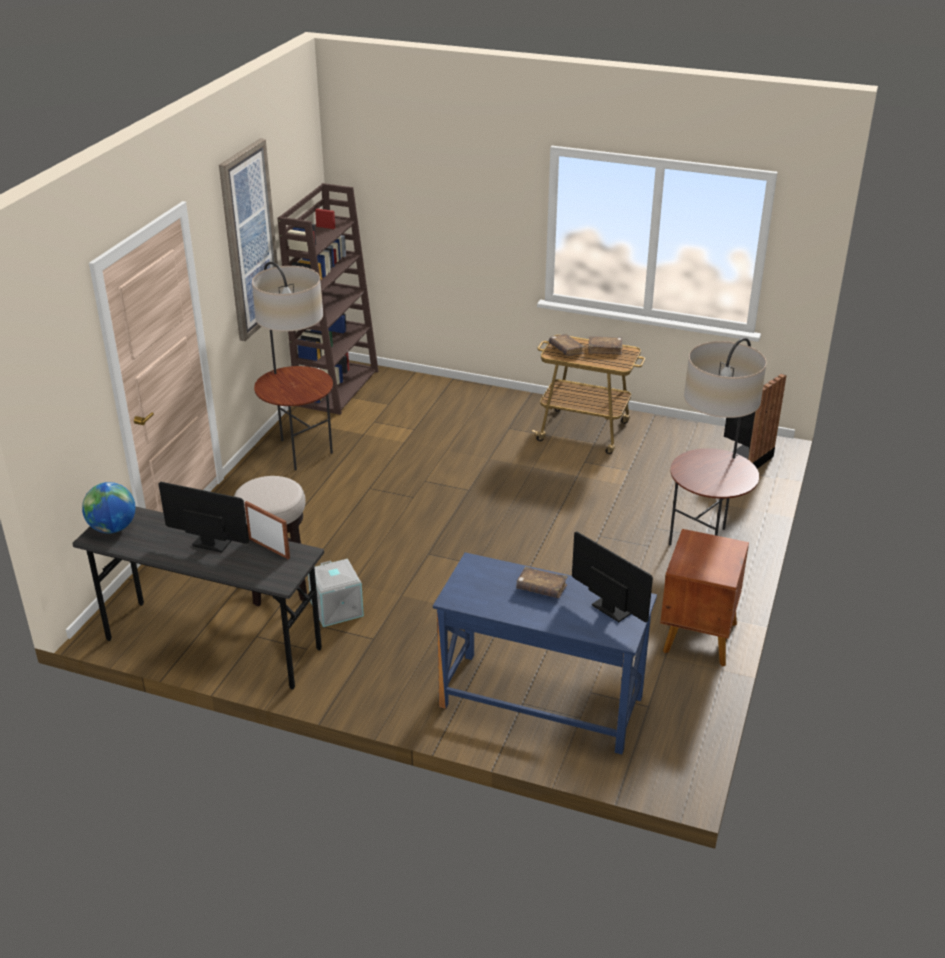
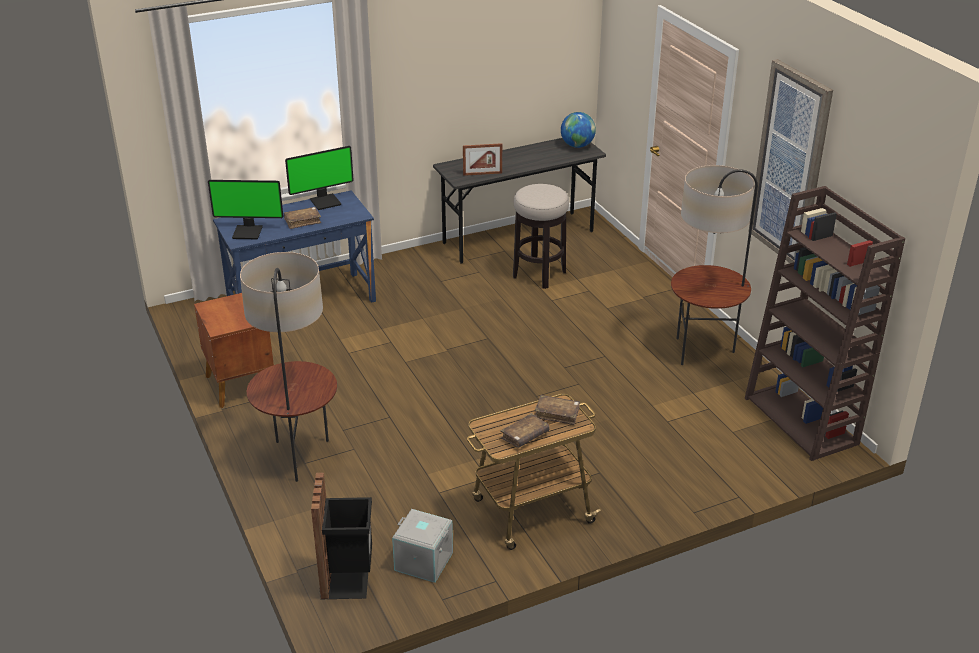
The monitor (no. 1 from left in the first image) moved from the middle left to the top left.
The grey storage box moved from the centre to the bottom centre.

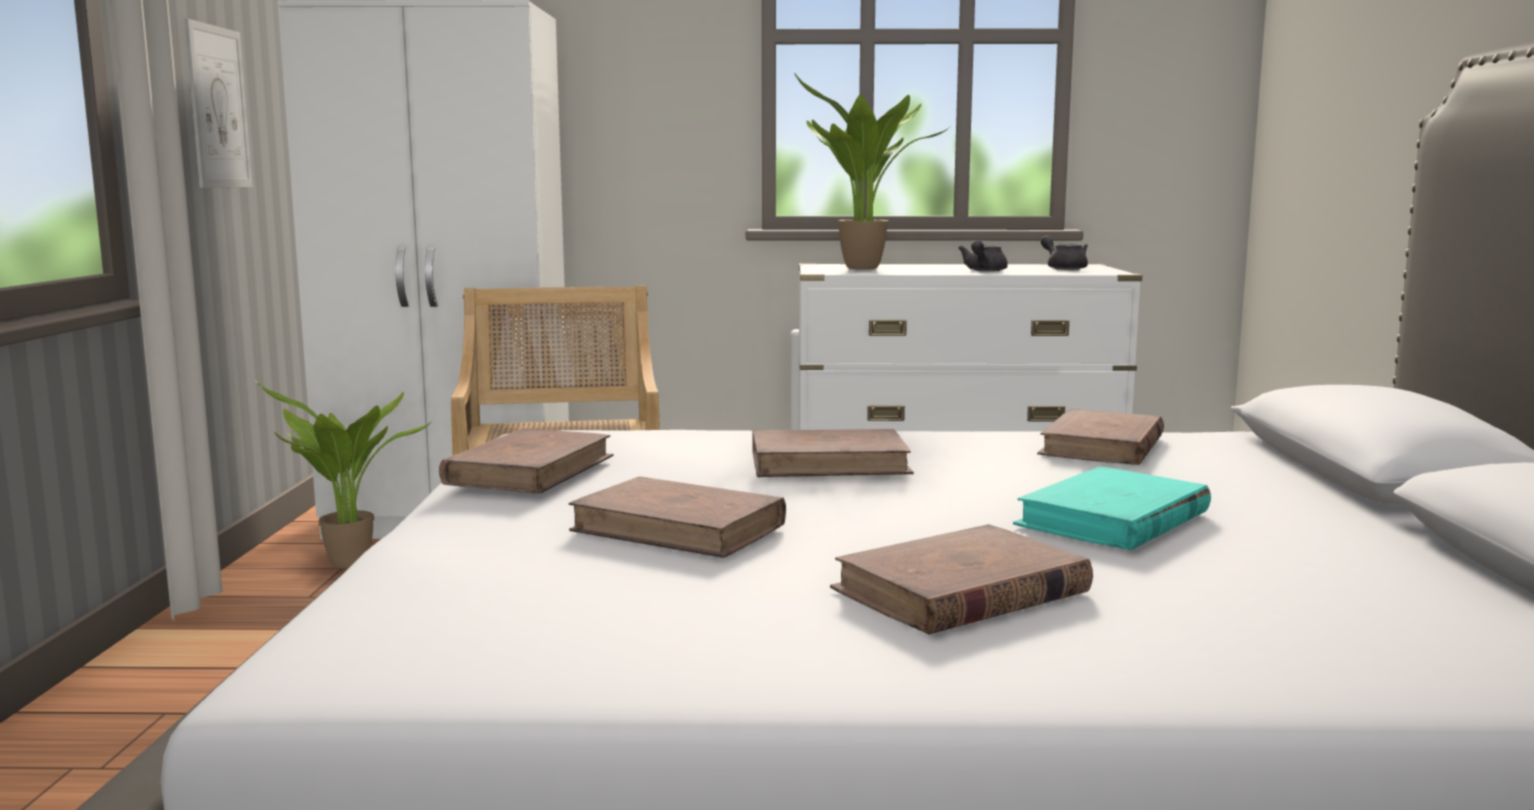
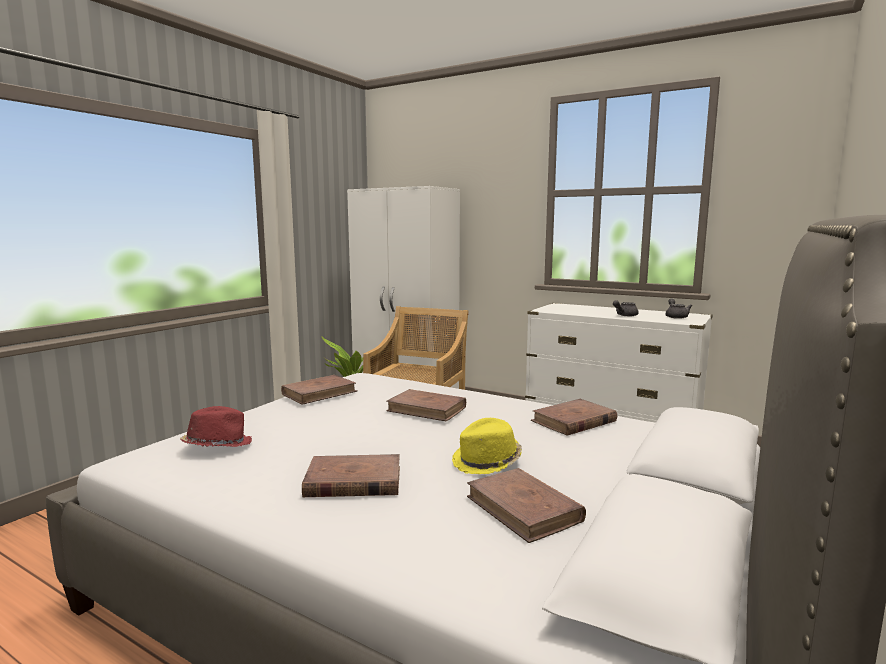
The picture at the top left disappeared.
The potted plant (no. 2 from left) at the top centre disappeared.
The red hat at the middle left appeared.
The brown book (no. 2 from left in the first image) moved from the centre to the bottom centre.
The turquoise book at the middle right was replaced by the yellow hat at the bottom centre.

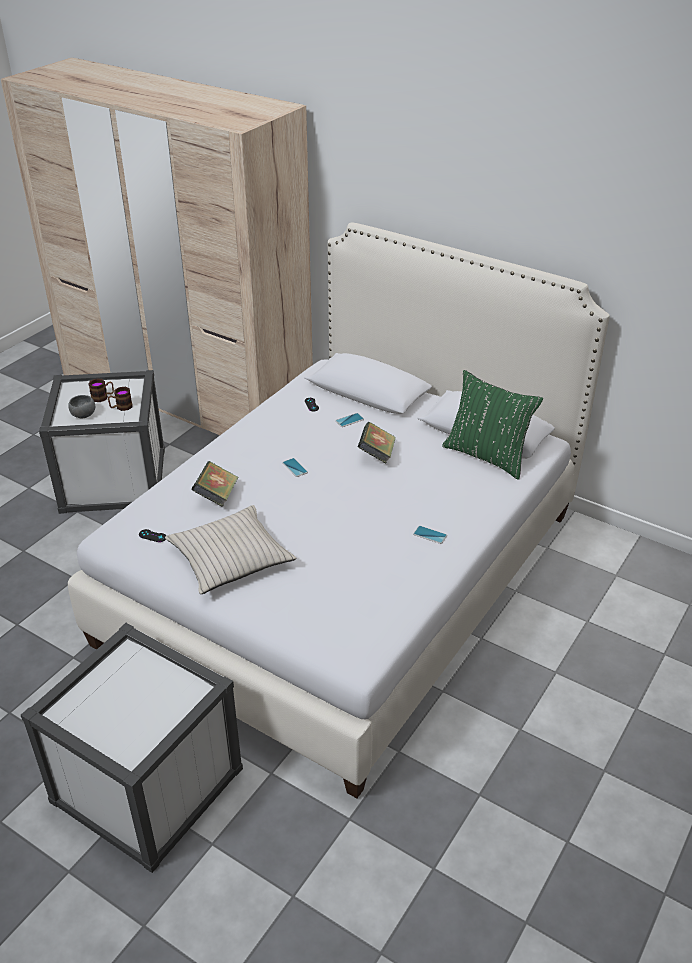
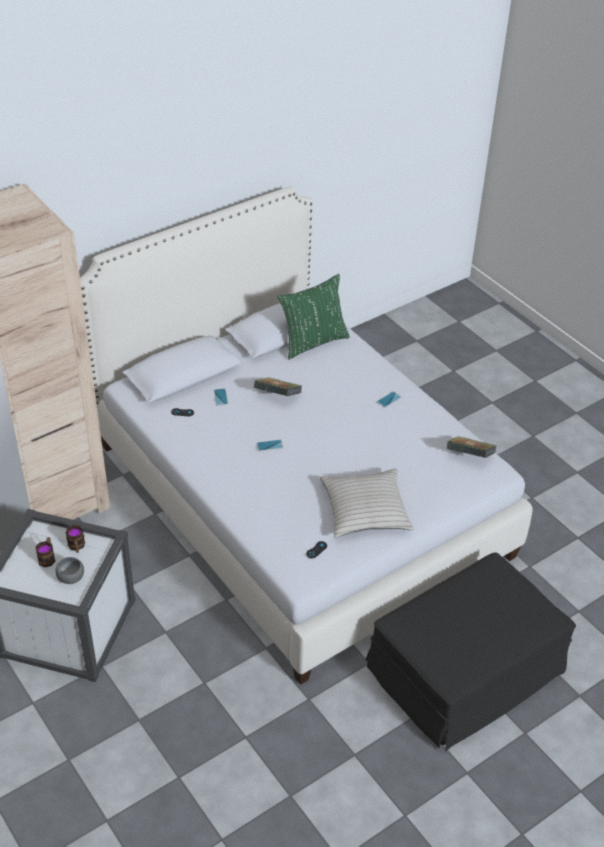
The book (no. 1 from left in the first image) moved from the middle left to the middle right.
The white storage box (no. 2 from left) at the bottom left was replaced by the black ottoman at the bottom right.

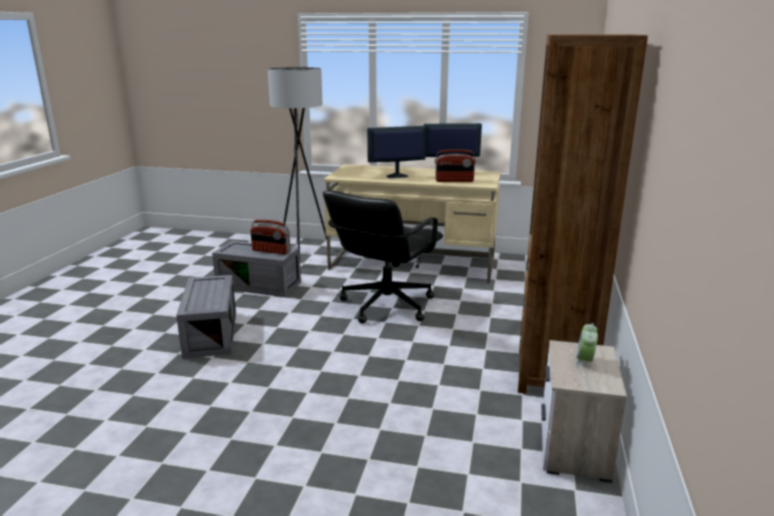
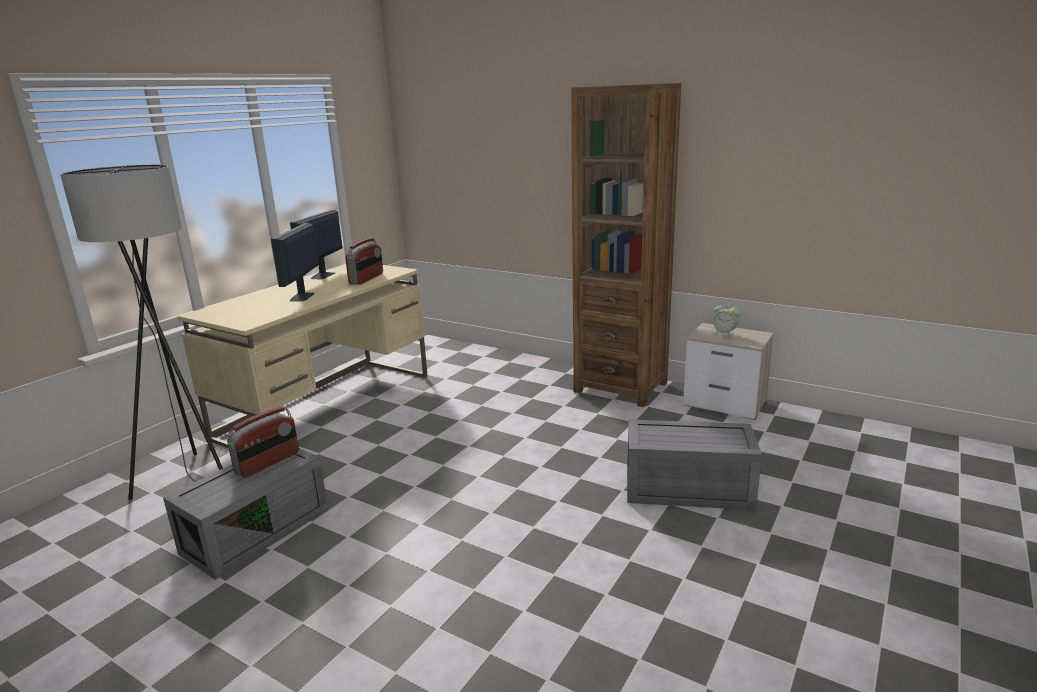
The black office chair at the centre disappeared.
The grey storage box (no. 1 from left in the first image) moved from the middle left to the bottom right.

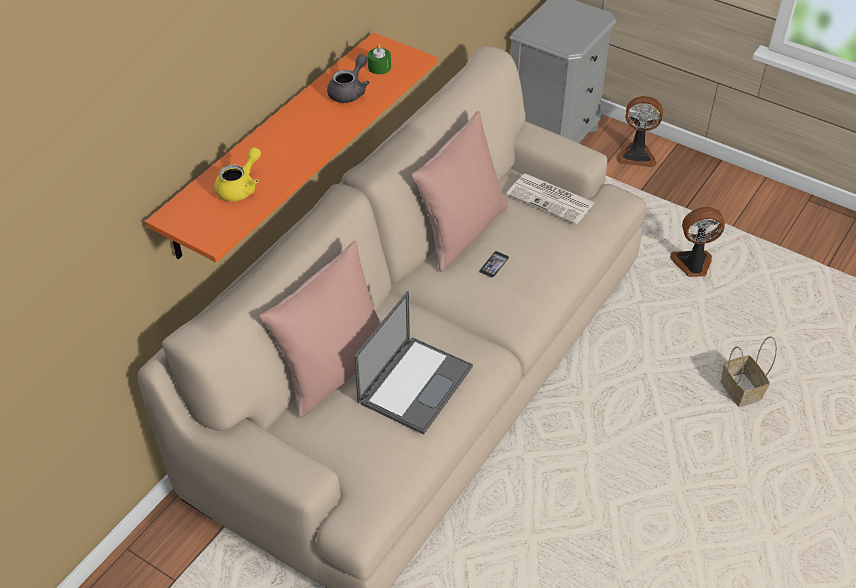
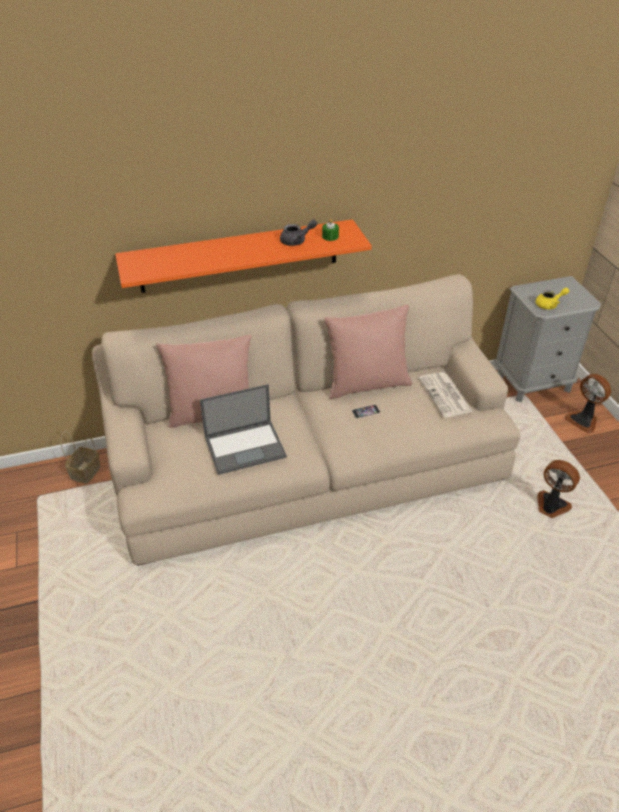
The yellow teapot moved from the top left to the middle right.
The basket moved from the middle right to the middle left.

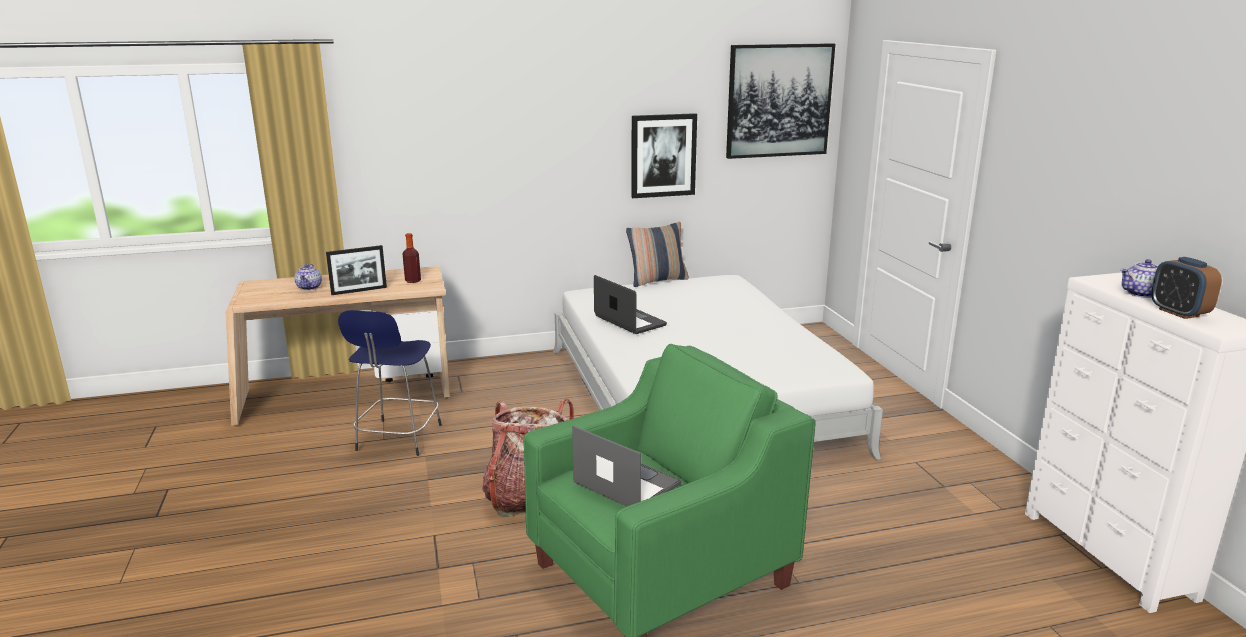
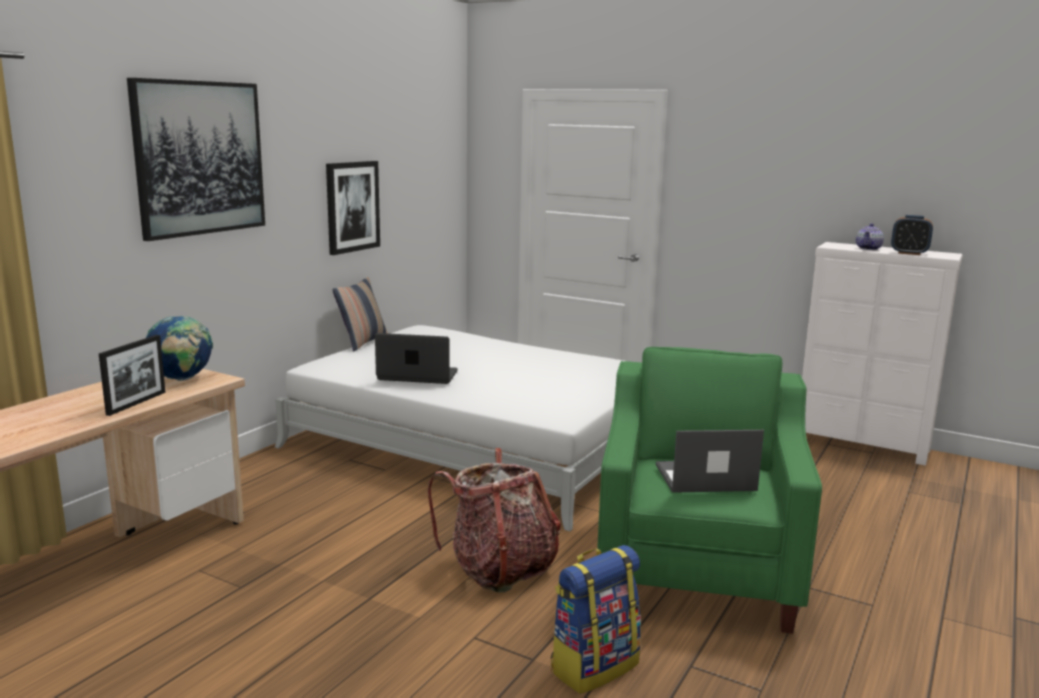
The teapot (no. 1 from left) at the middle left disappeared.
The blue stool at the middle left disappeared.
The backpack (no. 2 from left) at the bottom centre appeared.
The picture (no. 2 from left in the first image) moved from the top centre to the top left.
The bottle at the middle left was replaced by the globe at the middle left.

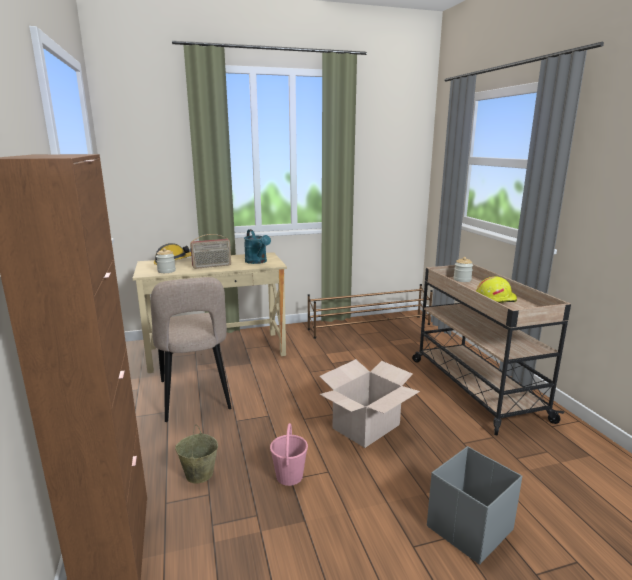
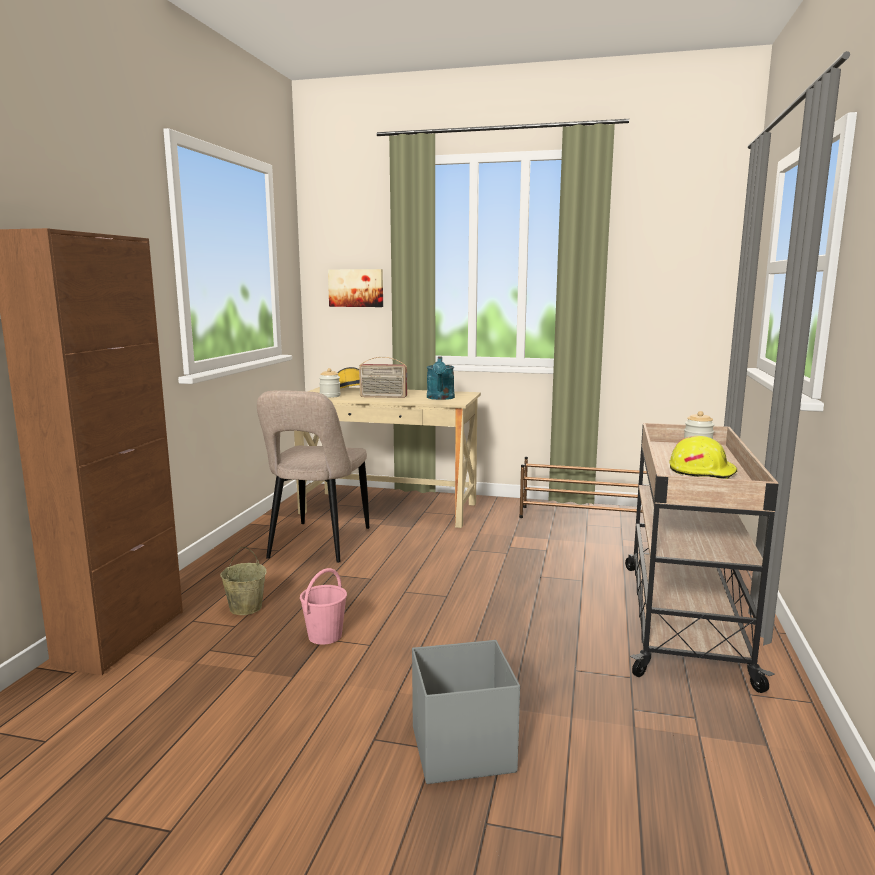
The cardboard box at the bottom centre disappeared.
The picture at the top centre appeared.

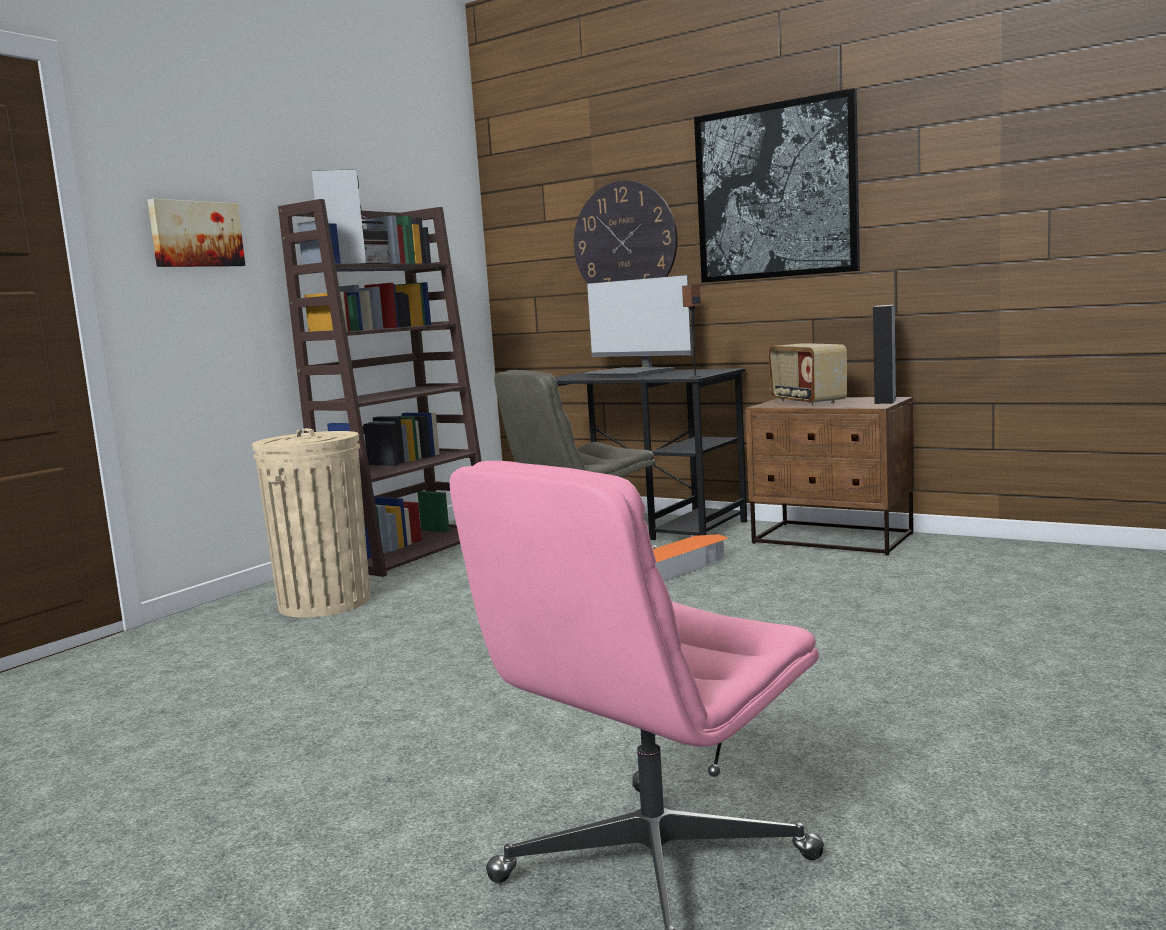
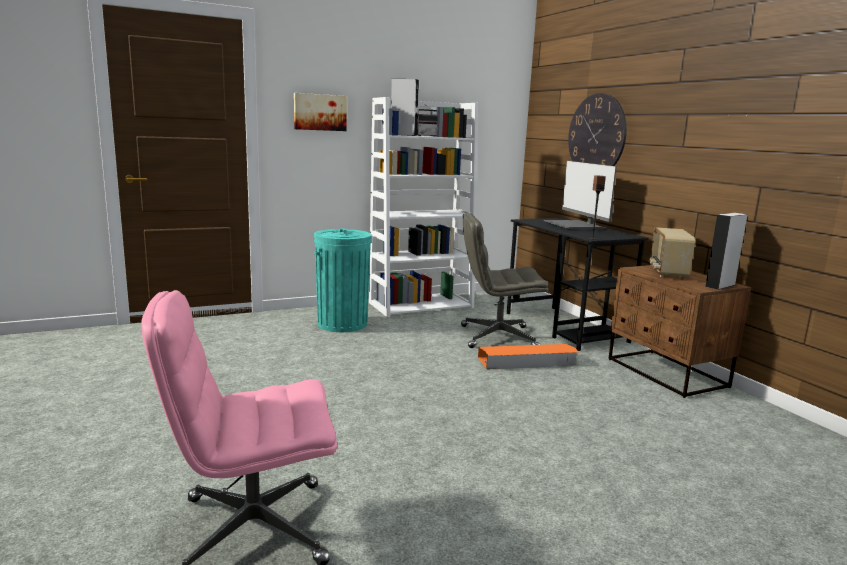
The picture (no. 2 from left) at the top centre disappeared.
The beige trash can at the middle left became the turquoise trash can at the centre.
The brown bookcase at the middle left became the white bookcase at the centre.

